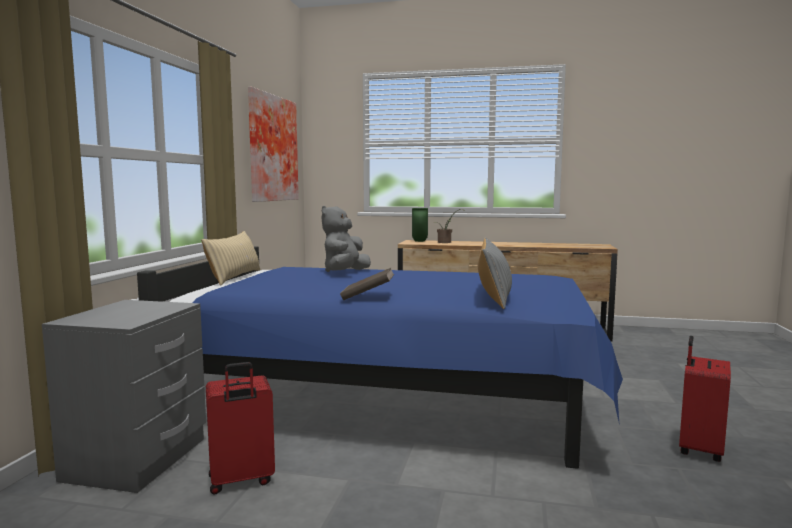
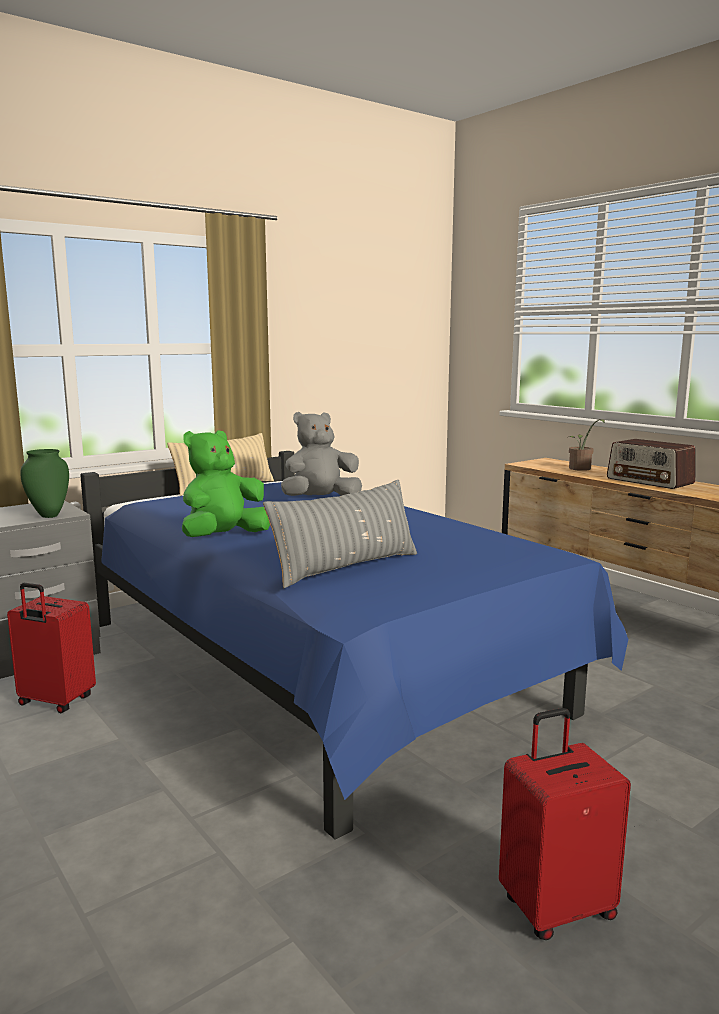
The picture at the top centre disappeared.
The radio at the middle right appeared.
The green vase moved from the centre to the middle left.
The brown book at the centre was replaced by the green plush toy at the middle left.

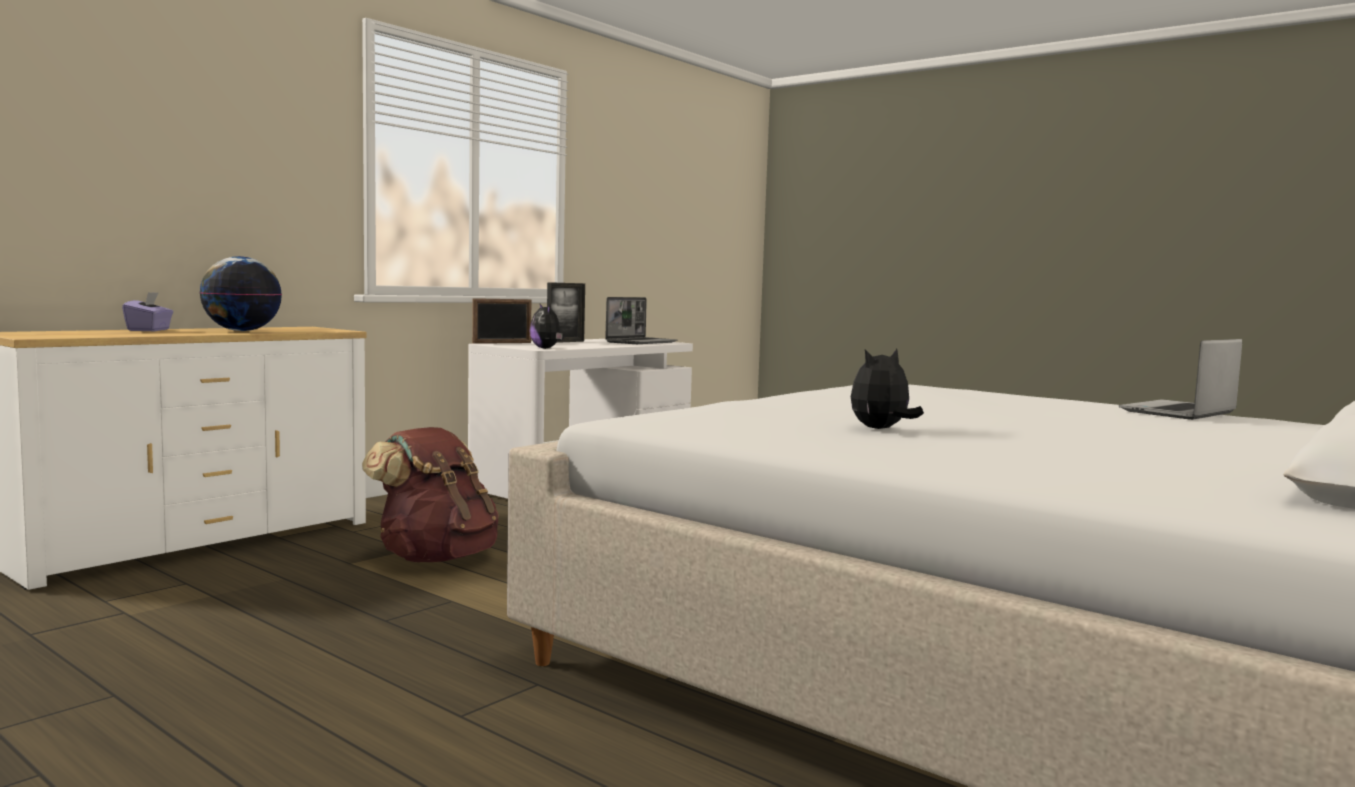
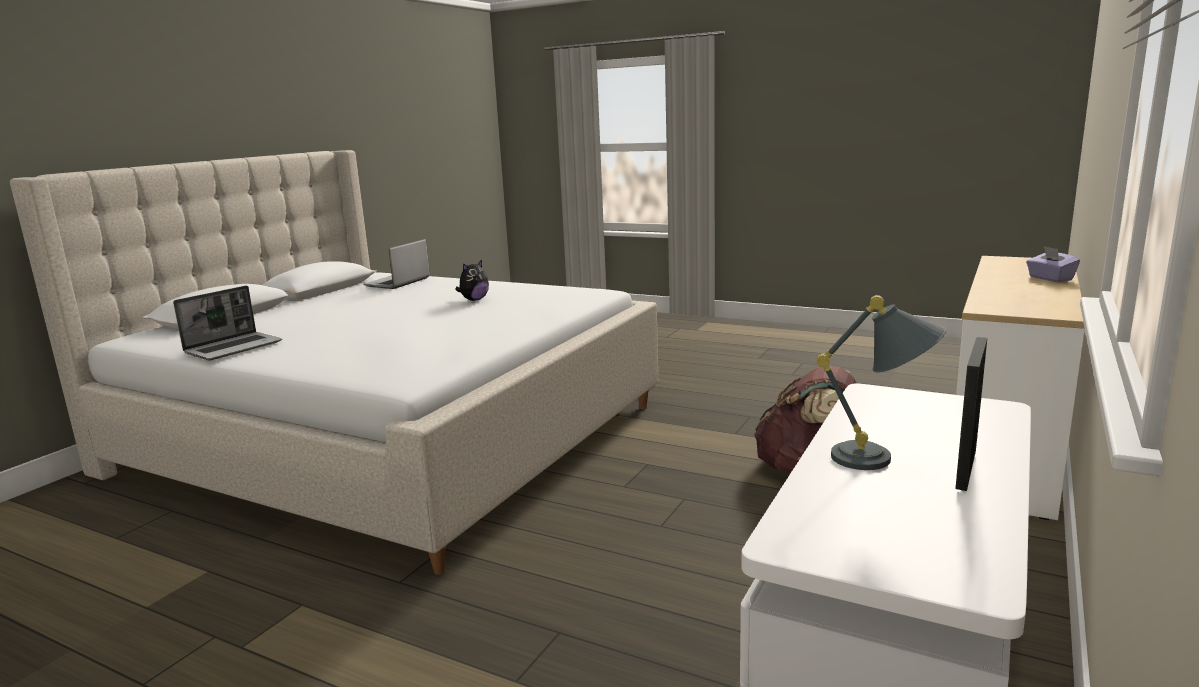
The globe at the middle left disappeared.
The picture frame (no. 1 from left) at the centre disappeared.
The plush toy (no. 1 from left) at the centre disappeared.
The grey table lamp at the middle right appeared.
The laptop (no. 1 from left in the first image) moved from the centre to the middle left.

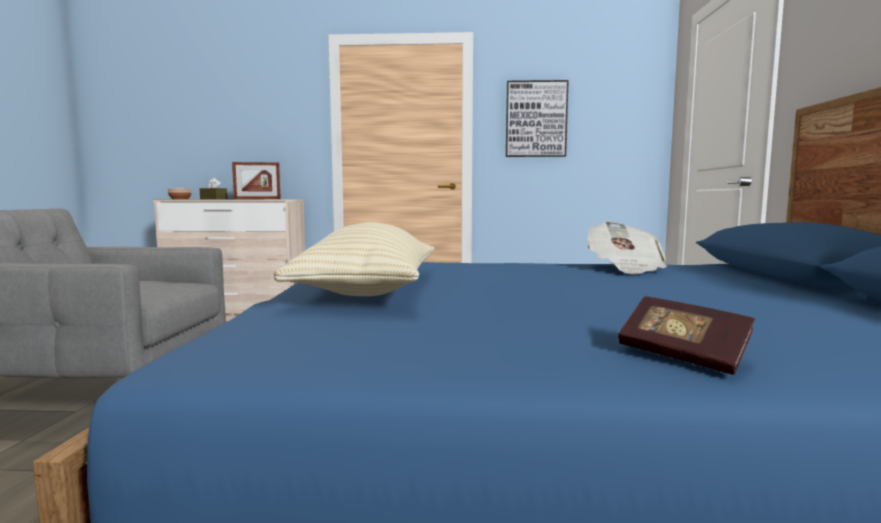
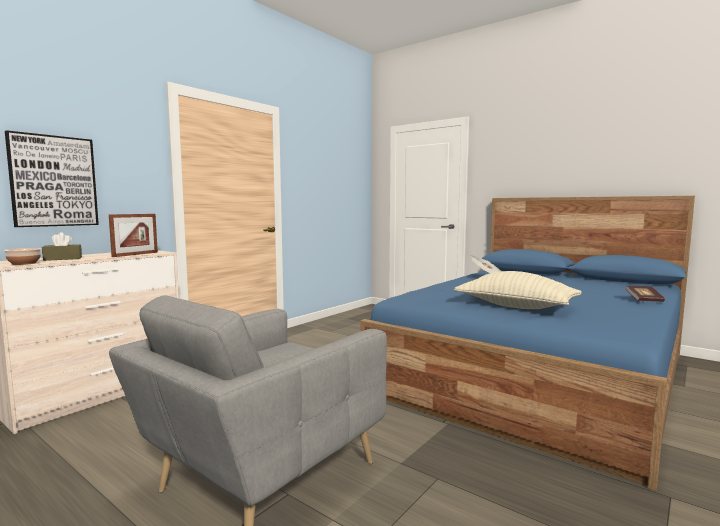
The picture moved from the top centre to the middle left.

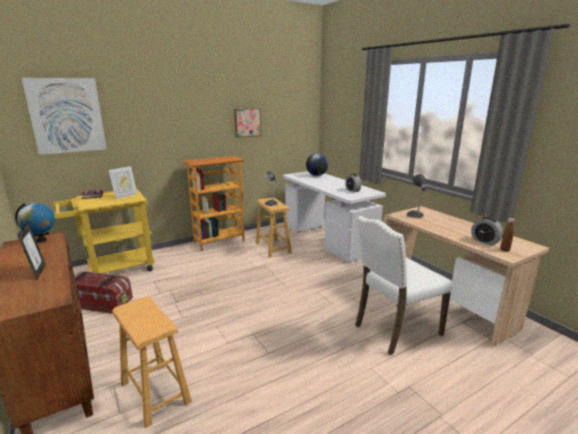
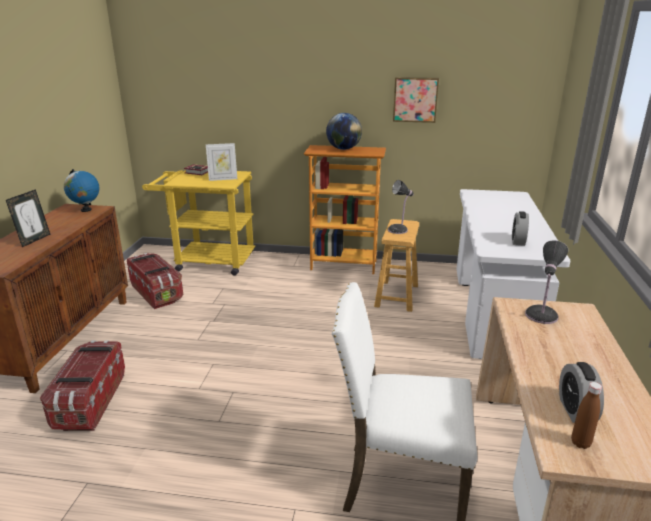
The picture (no. 1 from left) at the top left disappeared.
The globe (no. 2 from left) moved from the centre to the top centre.
The brown stool (no. 1 from left) at the bottom left was replaced by the storage box (no. 1 from left) at the bottom left.

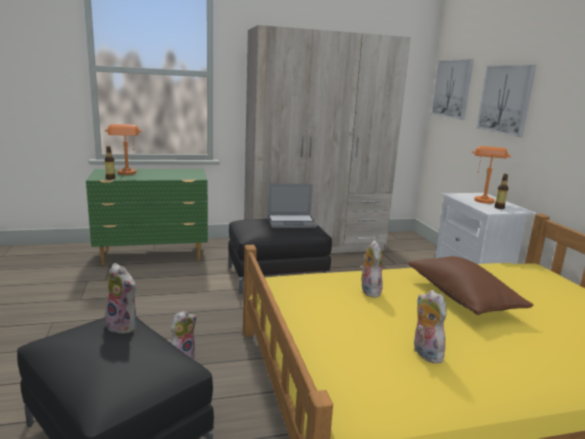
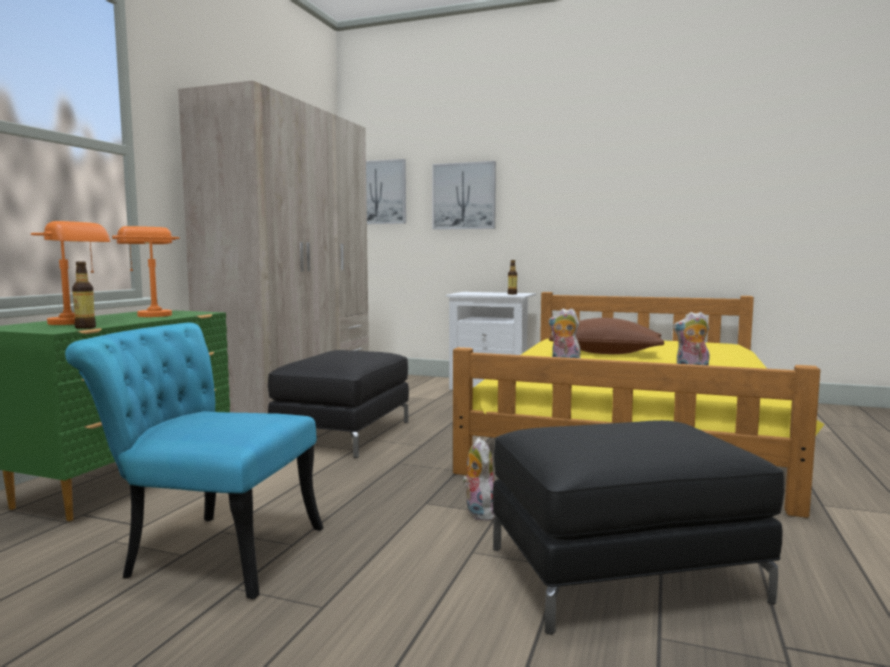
The plush toy (no. 1 from left) at the bottom left disappeared.
The laptop at the centre disappeared.
The turquoise chair at the bottom left appeared.
The orange table lamp (no. 2 from left) moved from the middle right to the middle left.

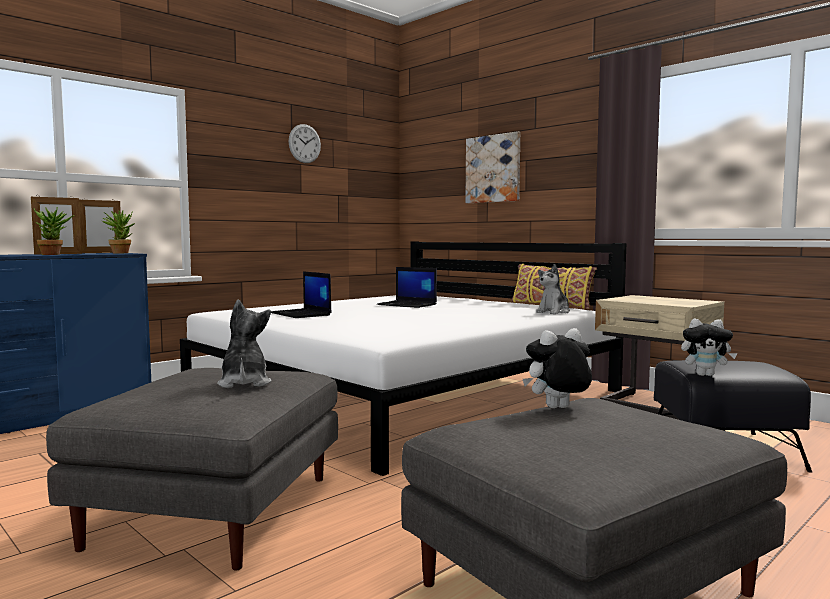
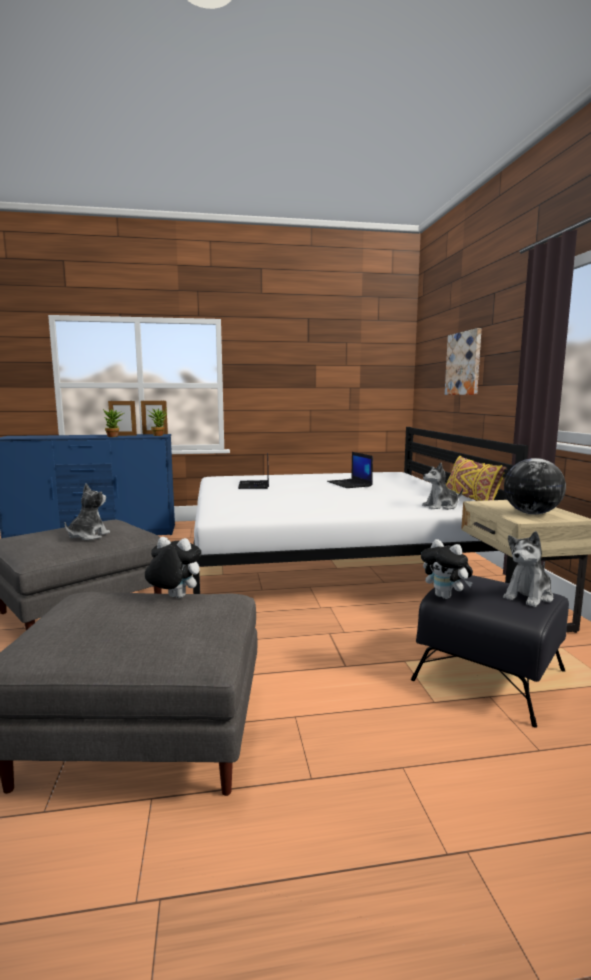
The wall clock at the top centre disappeared.
The plush toy (no. 5 from left) at the middle right appeared.
The globe at the middle right appeared.

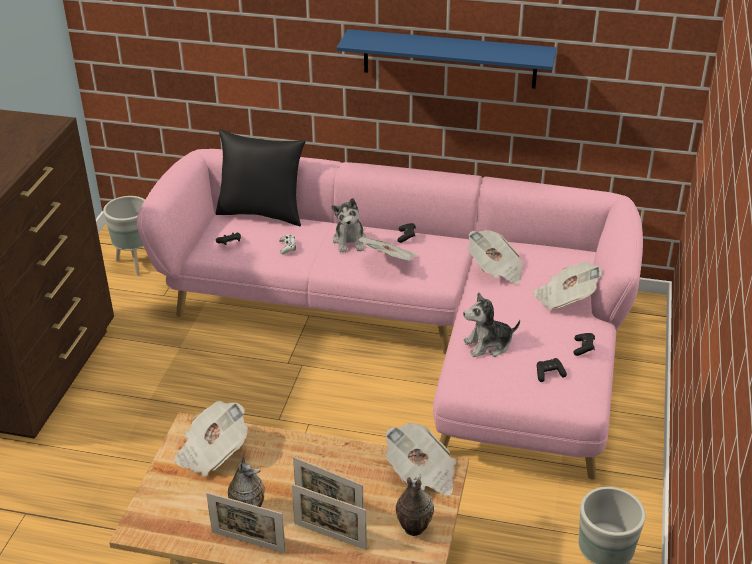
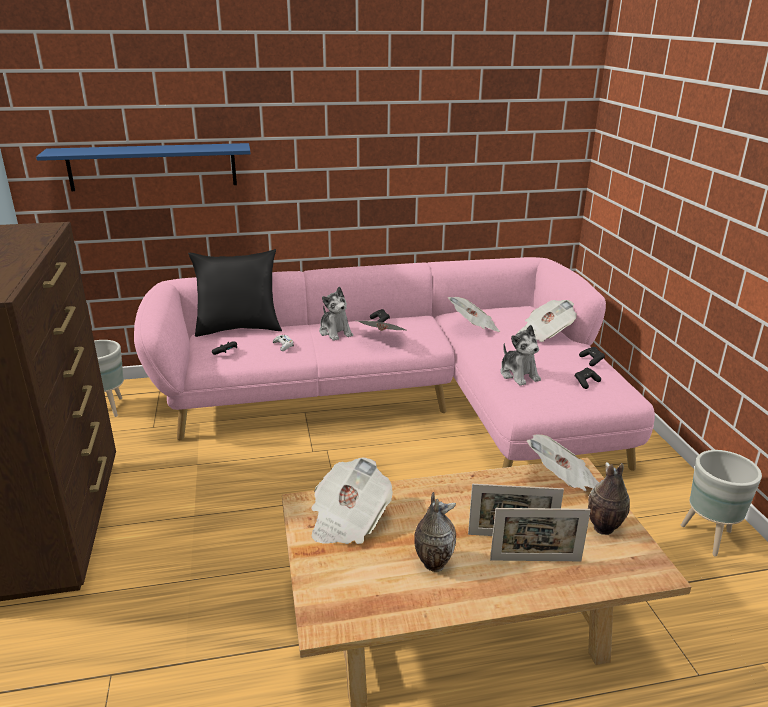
The picture frame (no. 1 from left) at the bottom left disappeared.
The blue shelf moved from the top centre to the top left.
The plush toy (no. 2 from left) at the centre turned 75 degrees counterclockwise.

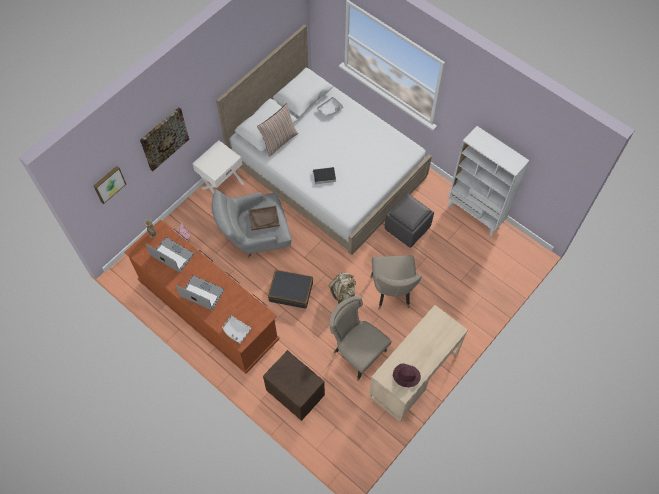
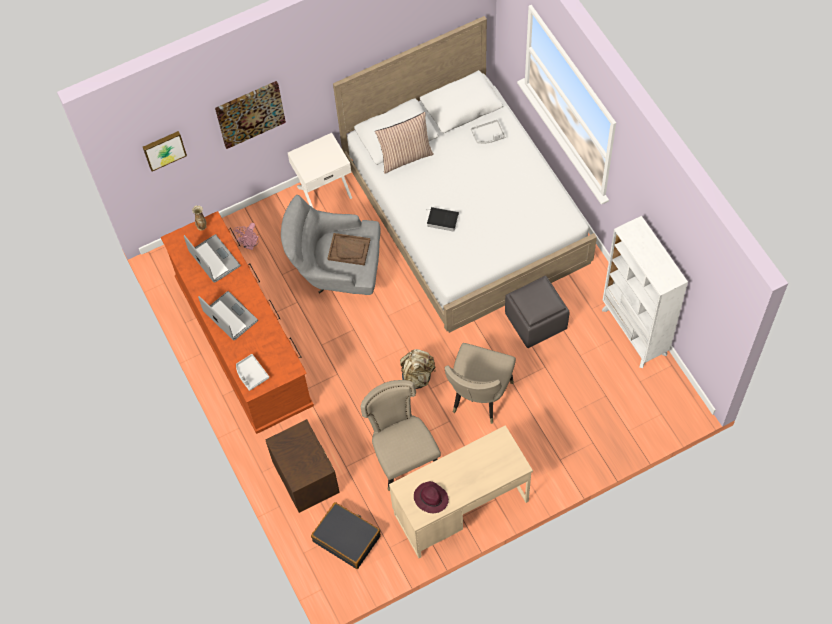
The black suitcase moved from the centre to the bottom centre.

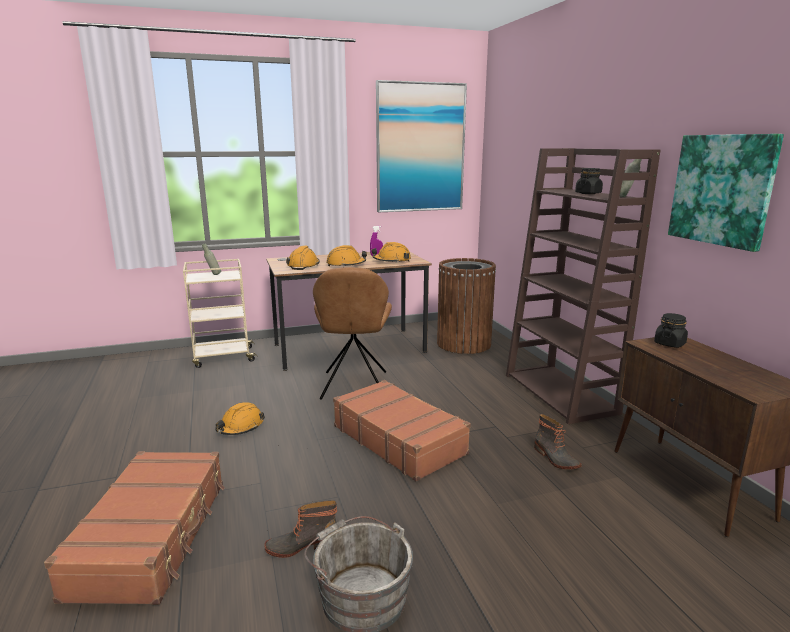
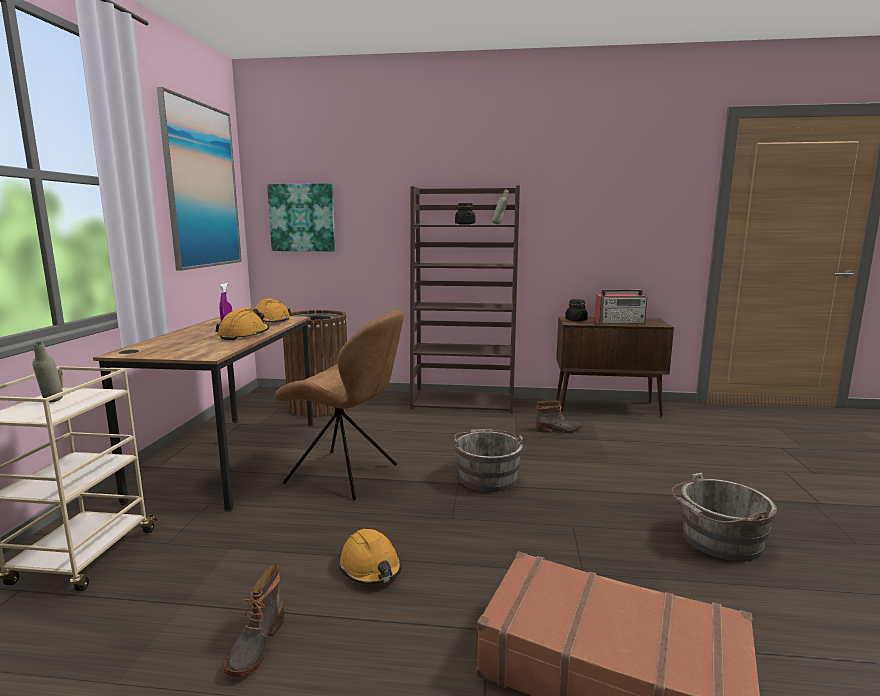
The orange hard hat (no. 2 from left) at the centre disappeared.
The radio at the middle right appeared.
The boot (no. 1 from left) moved from the bottom centre to the bottom left.
The picture (no. 2 from left) moved from the top right to the top centre.
The brown suitcase (no. 2 from left) at the bottom centre was replaced by the grey bucket (no. 1 from left) at the centre.

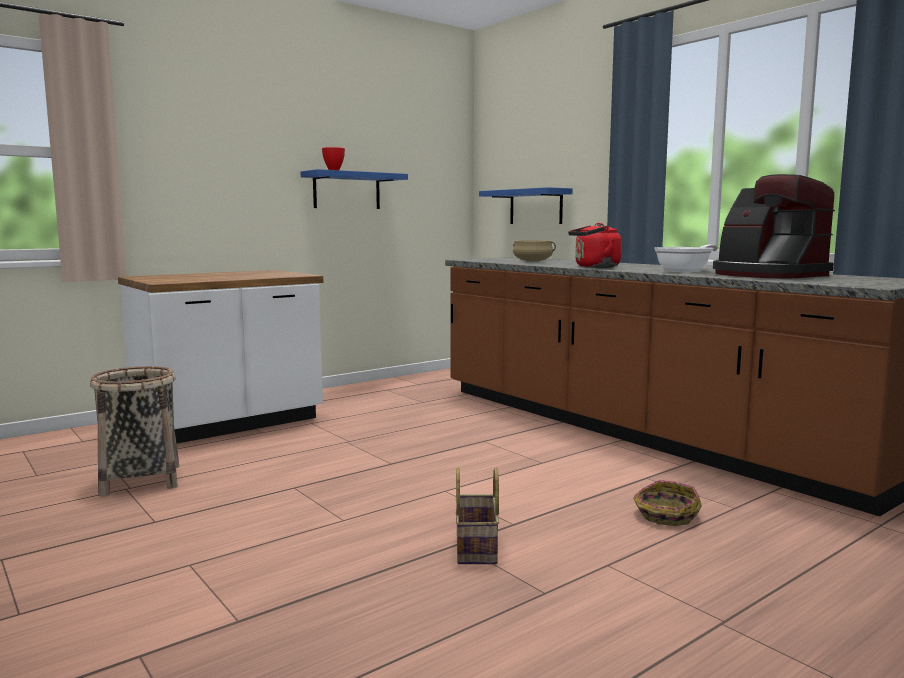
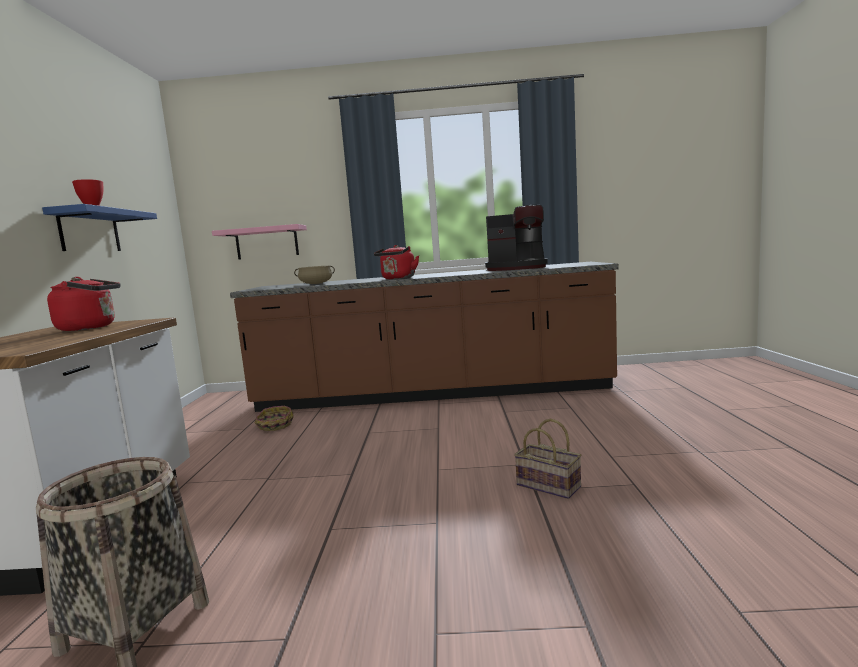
The frying pan at the middle right disappeared.
The red kettle (no. 1 from left) at the middle left appeared.
The basket (no. 3 from left in the first image) moved from the bottom right to the middle left.
The blue shelf (no. 2 from left) at the top centre became the pink shelf at the middle left.

